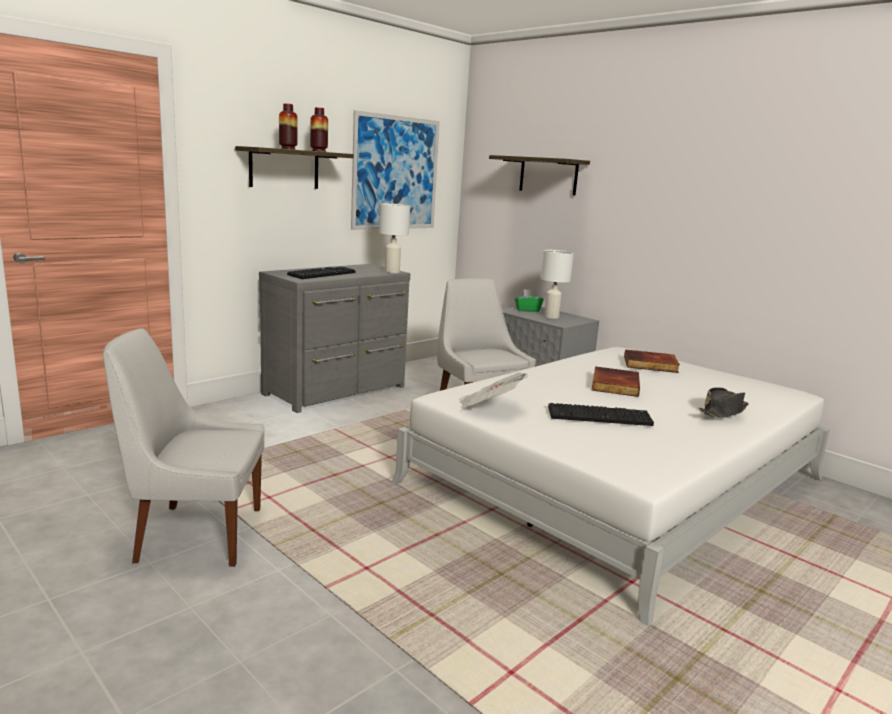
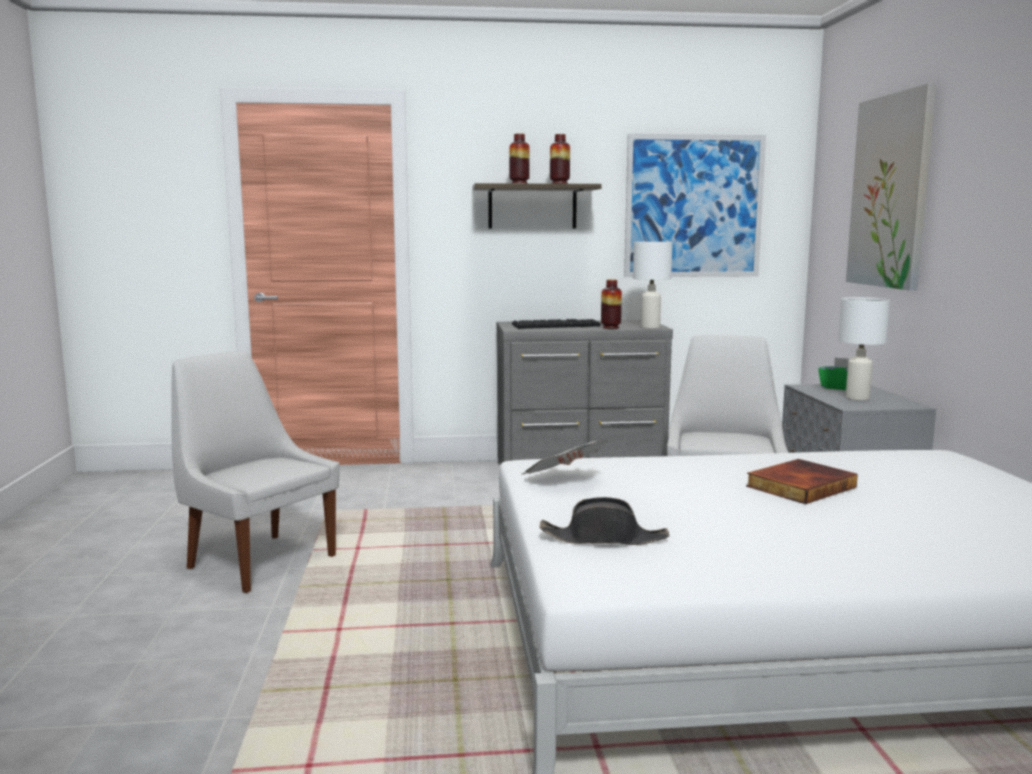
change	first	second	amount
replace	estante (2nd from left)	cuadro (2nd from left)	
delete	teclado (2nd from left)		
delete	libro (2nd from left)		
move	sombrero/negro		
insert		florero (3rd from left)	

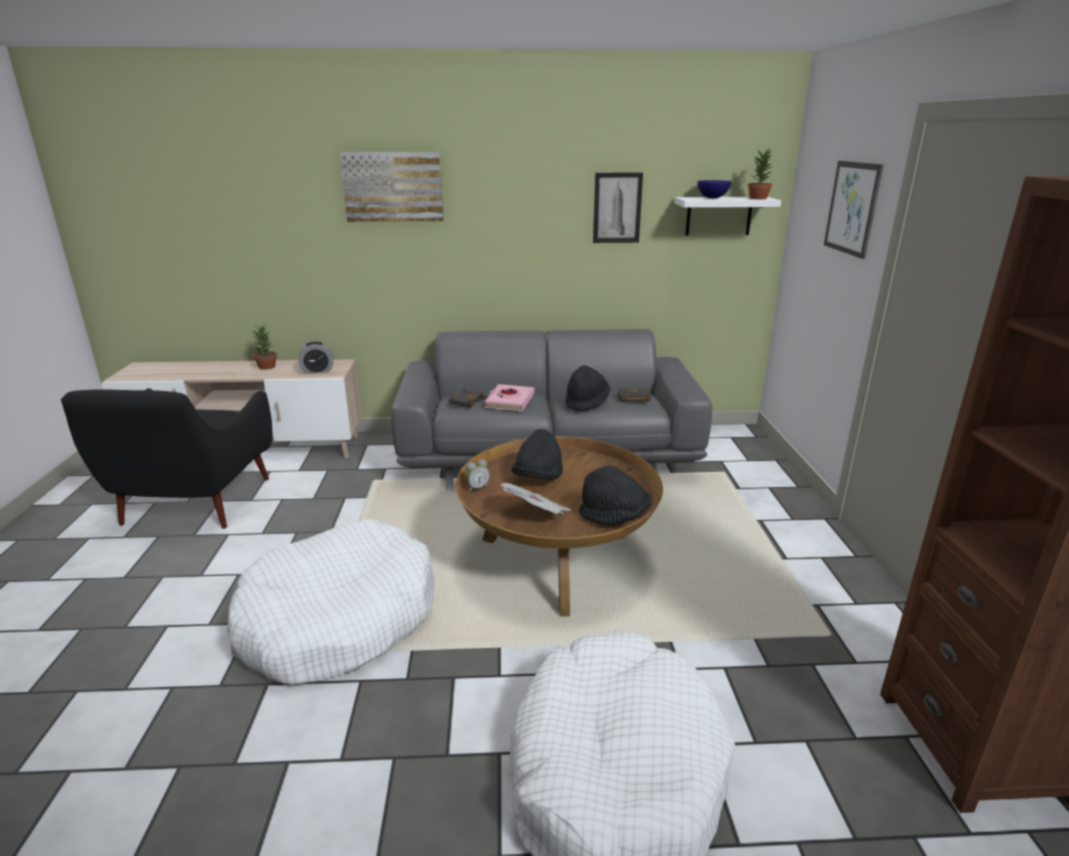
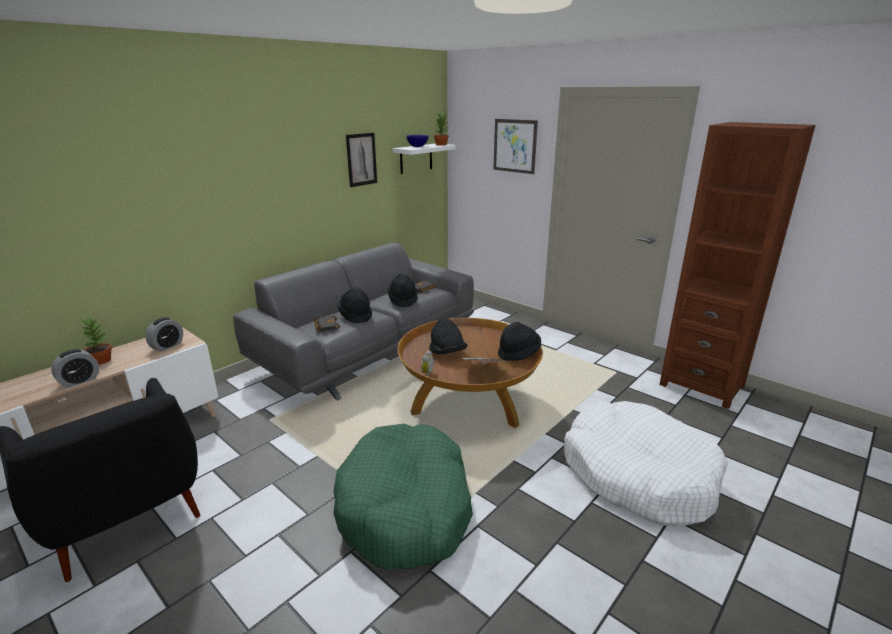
change	first	second	amount
recolor	cama para perro/blanco (1st from left)	cama para perro/verde	
delete	cuadro (1st from left)		
replace	libro/rosa	sombrero/negro (1st from left)	
insert		despertador (1st from left)	

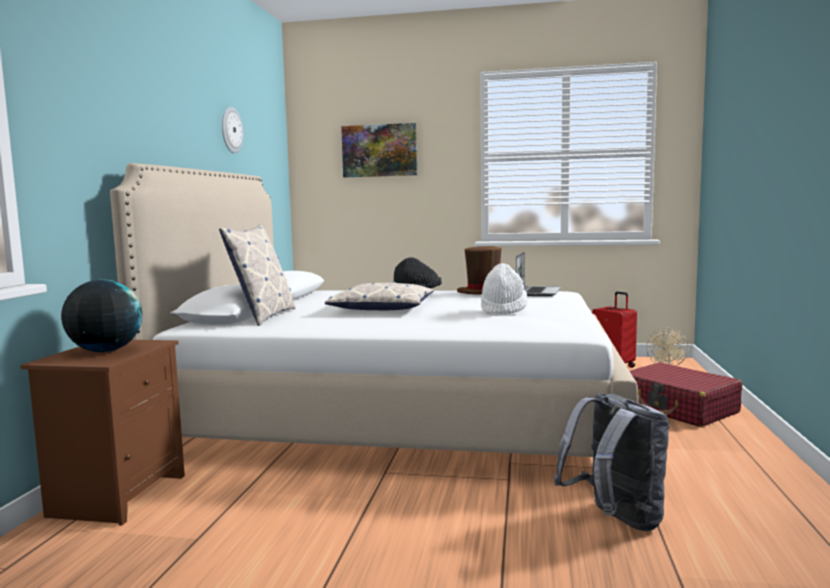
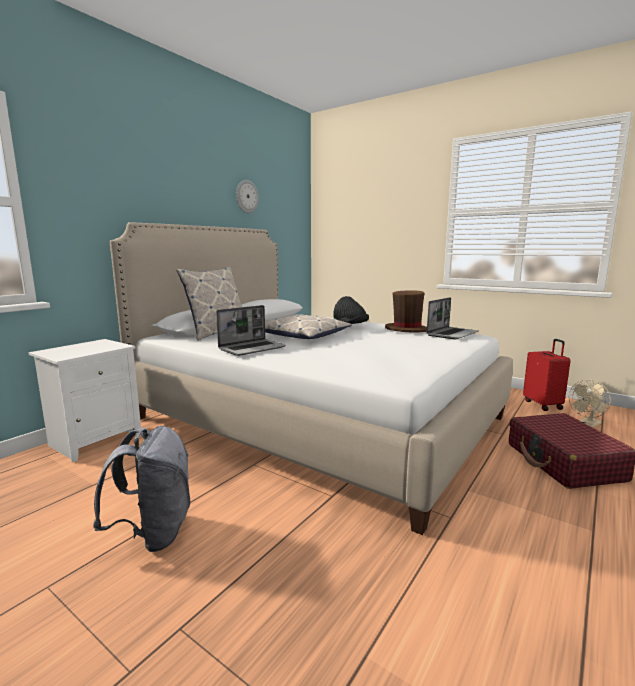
change	first	second	amount
recolor	mesita de noche/marrón	mesita de noche/blanco	
delete	globo terráqueo		
delete	cuadro		
delete	sombrero/blanco		
move	mochila/gris		
insert		portátil (1st from left)	

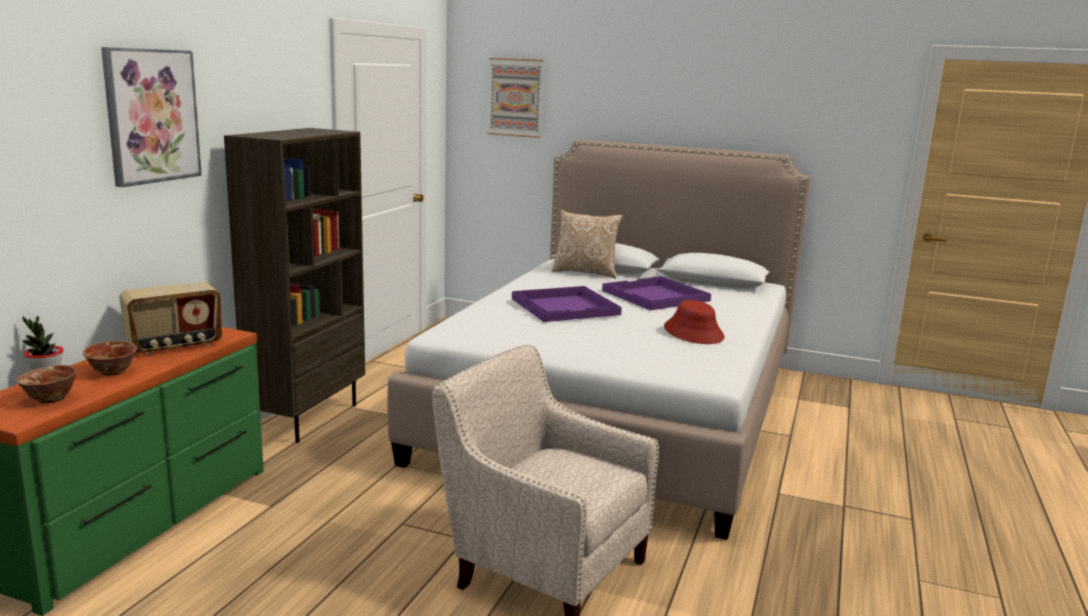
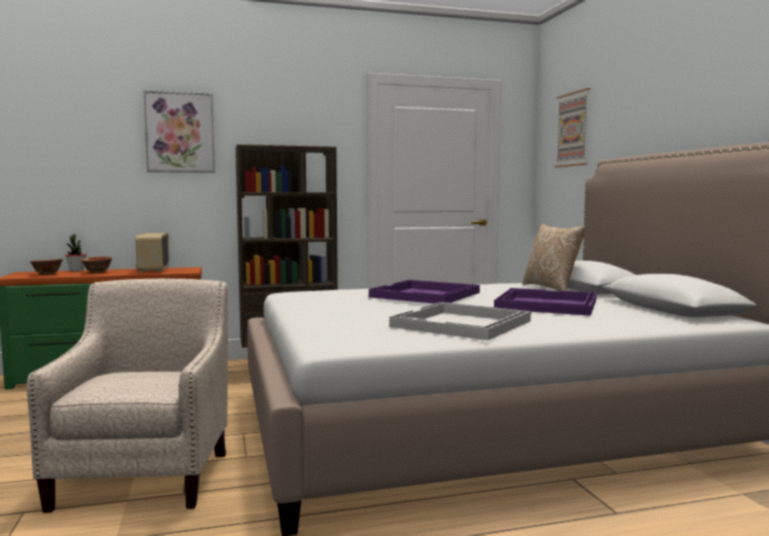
change	first	second	amount
rotate	radio		60 degrees clockwise
replace	sombrero/rojo	bandeja/blanco	

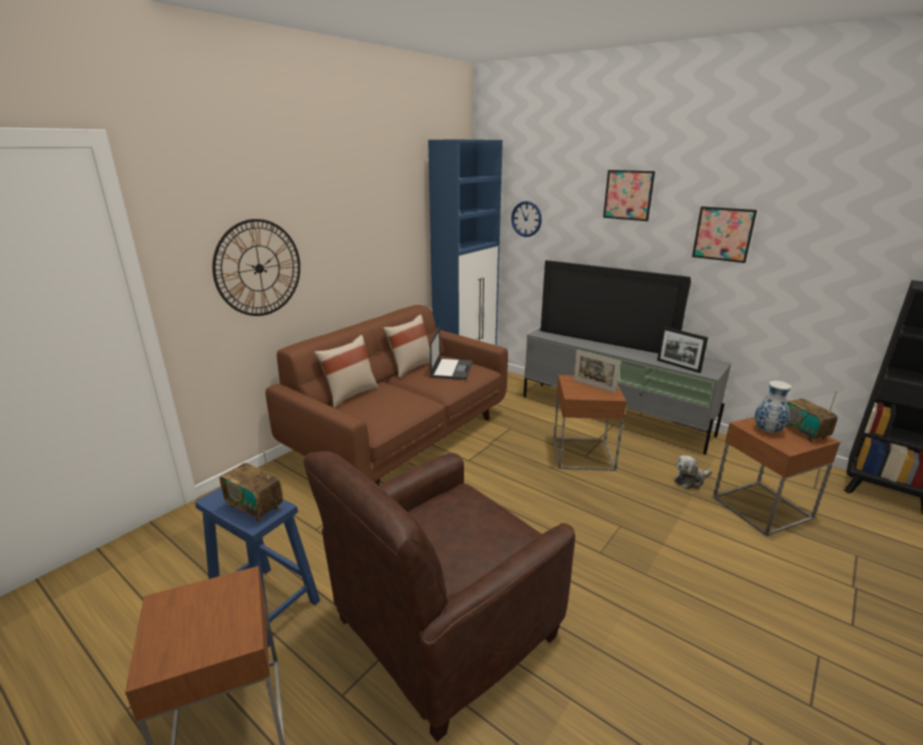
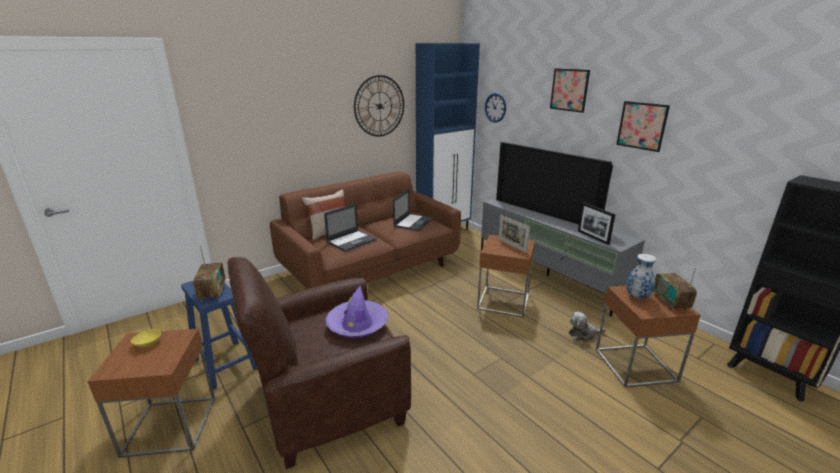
change	first	second	amount
move	reloj de pared (1st from left)		
rotate	radio (1st from left)		150 degrees counterclockwise
delete	cojín/beis (2nd from left)		
insert		cuenco/amarillo	
insert		portátil (1st from left)	
insert		sombrero/morado	

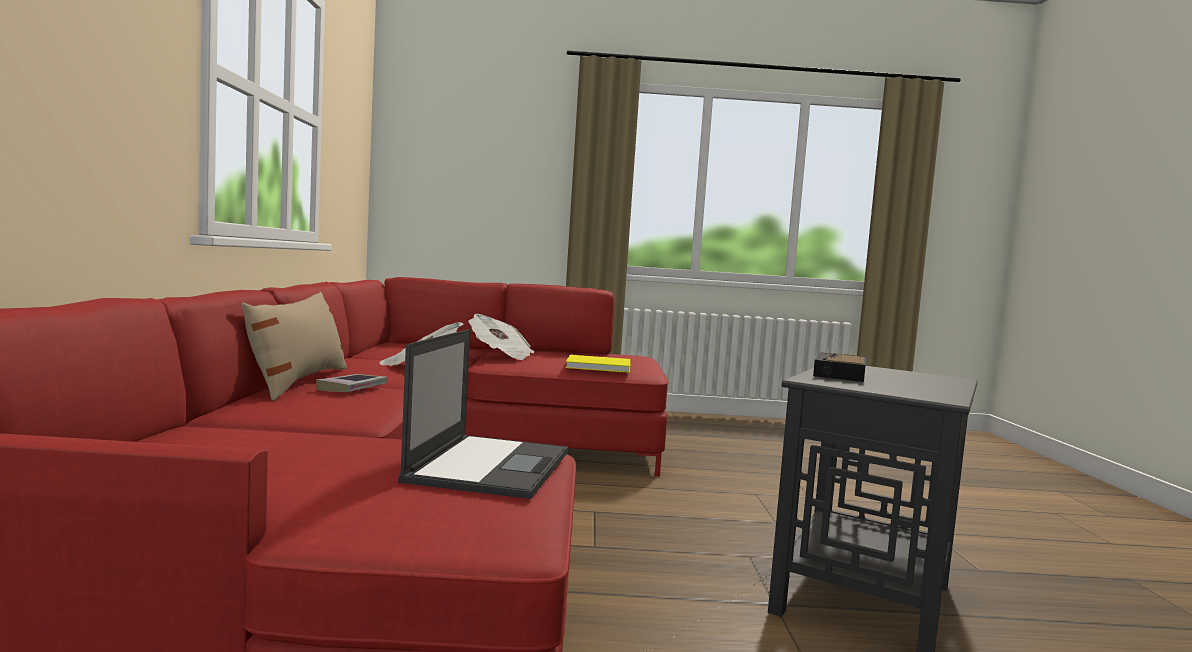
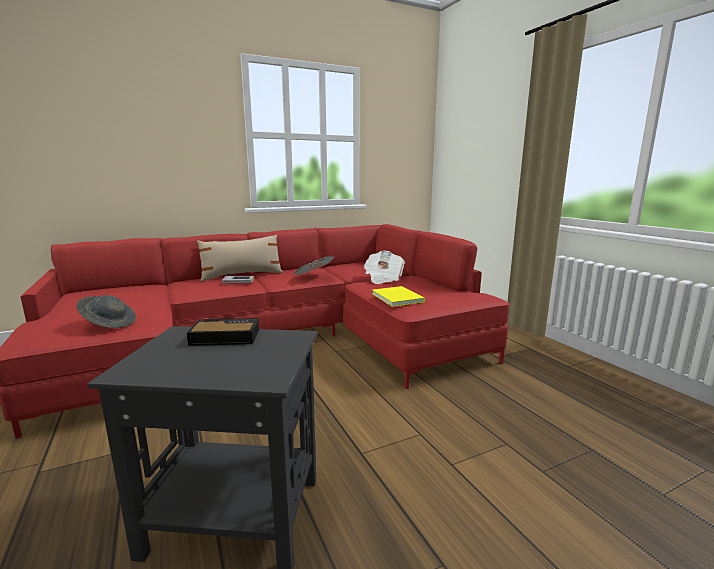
change	first	second	amount
replace	portátil	sombrero/gris	

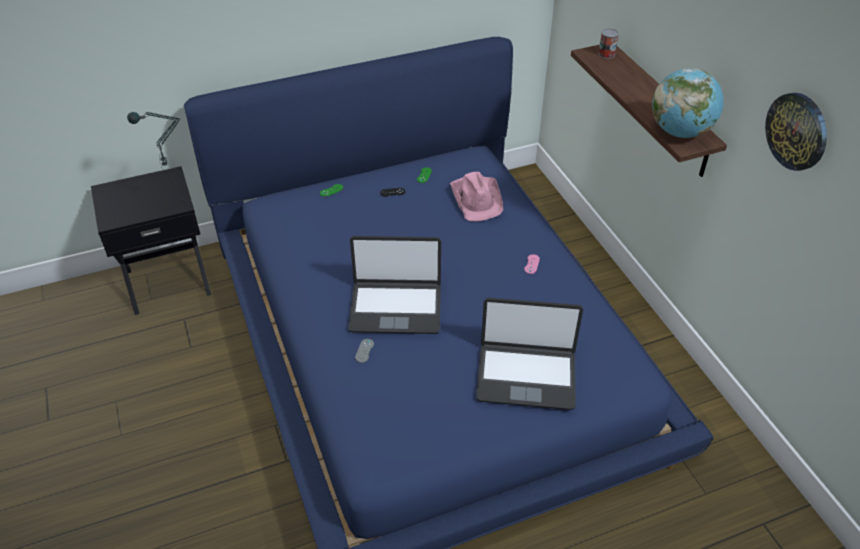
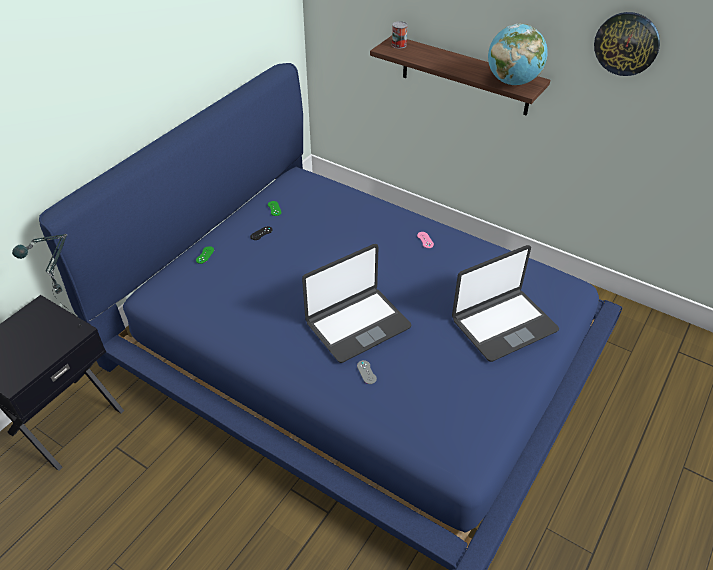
change	first	second	amount
delete	sombrero/rosa		

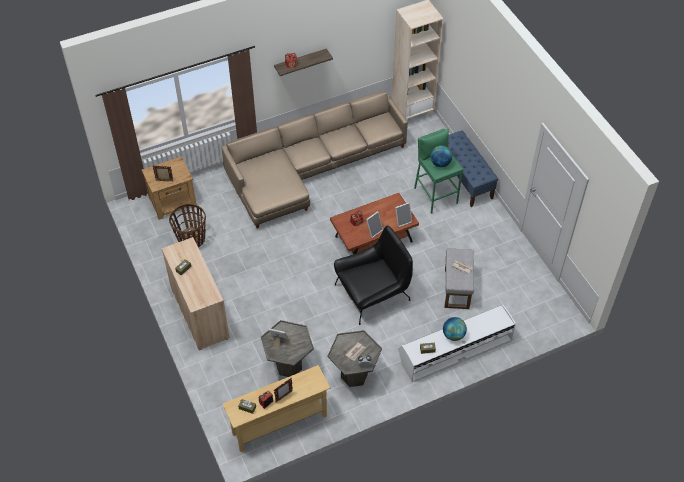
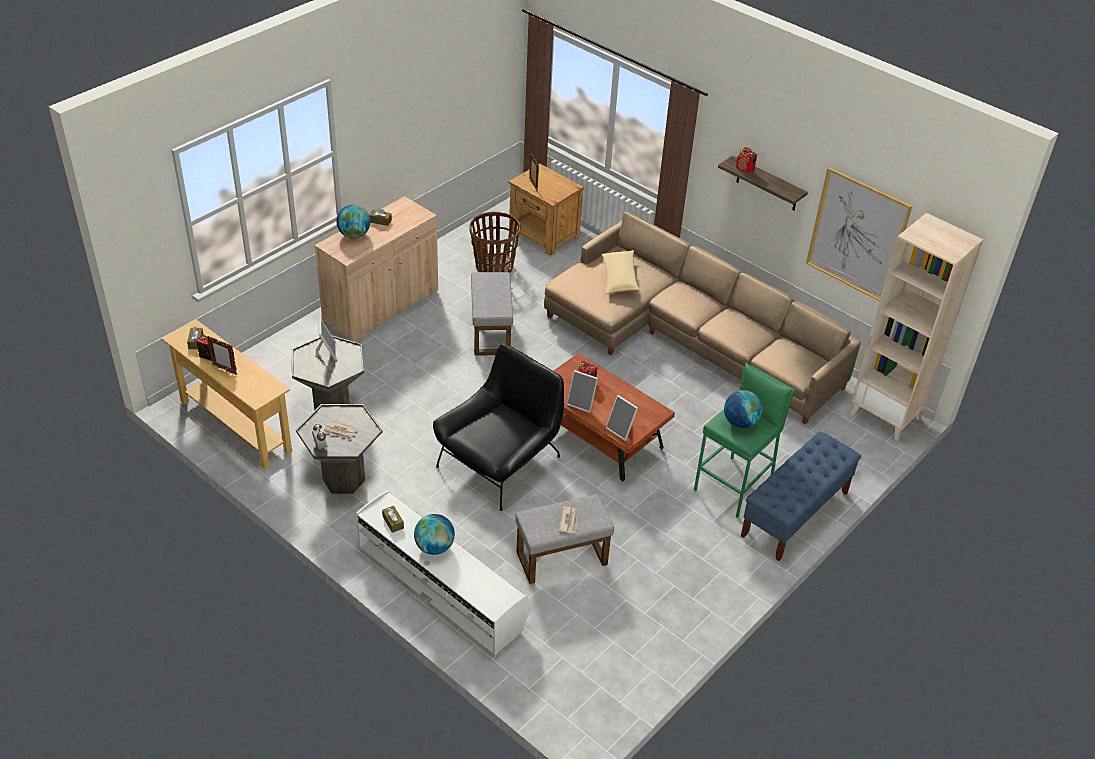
change	first	second	amount
rotate	sillón/negro		90 degrees counterclockwise
insert		globo terráqueo (1st from left)	
insert		puf/gris (1st from left)	
insert		cojín/beis	
insert		cuadro	

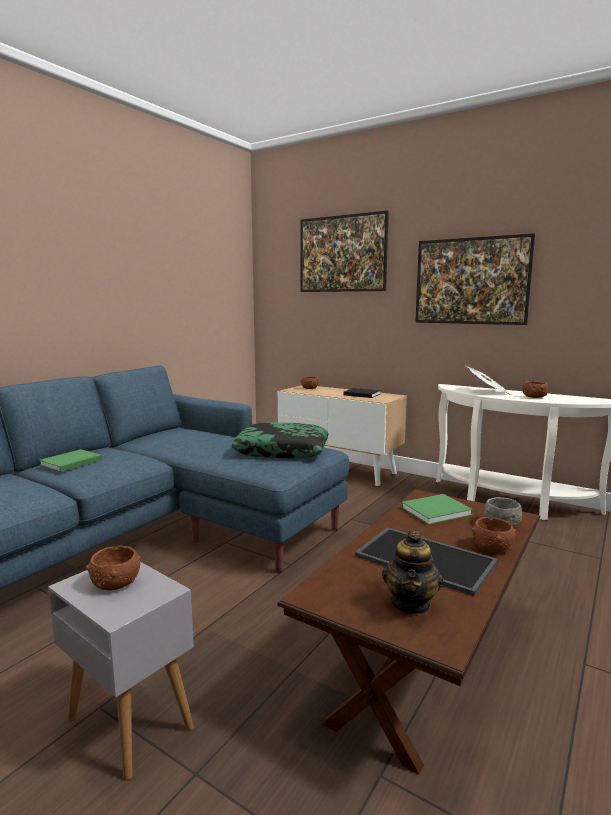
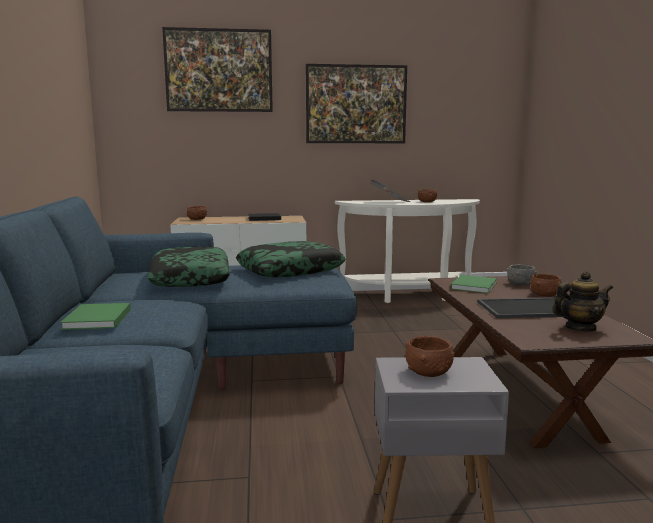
change	first	second	amount
rotate	tetera		75 degrees counterclockwise
insert		cojín (1st from left)	

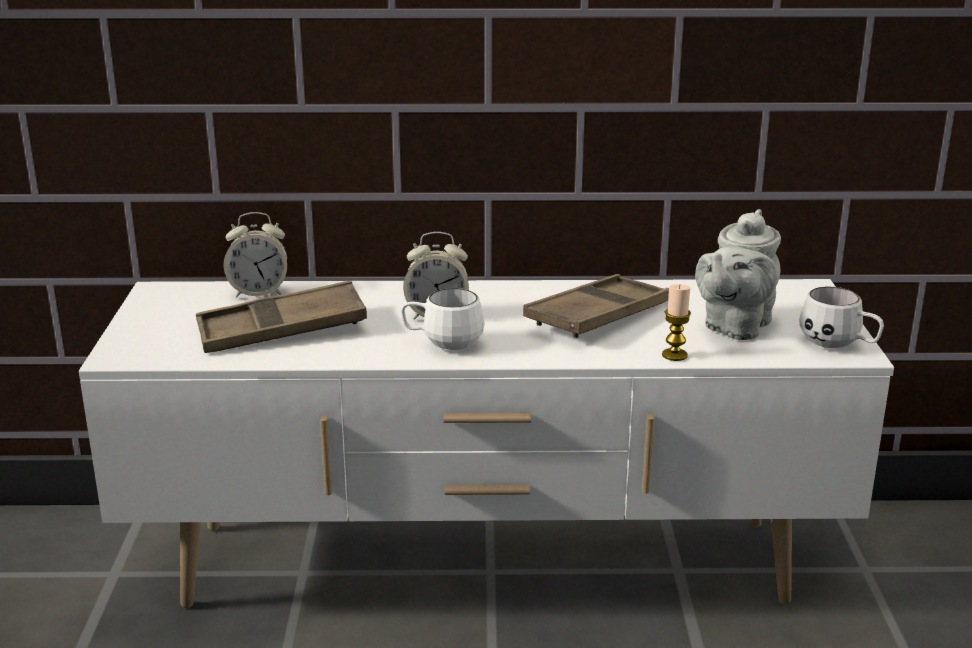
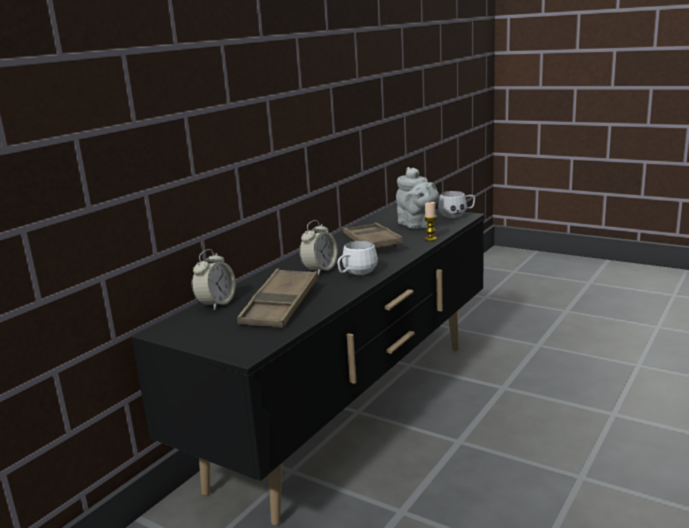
change	first	second	amount
recolor	mueble de televisión/blanco	mueble de televisión/negro	

